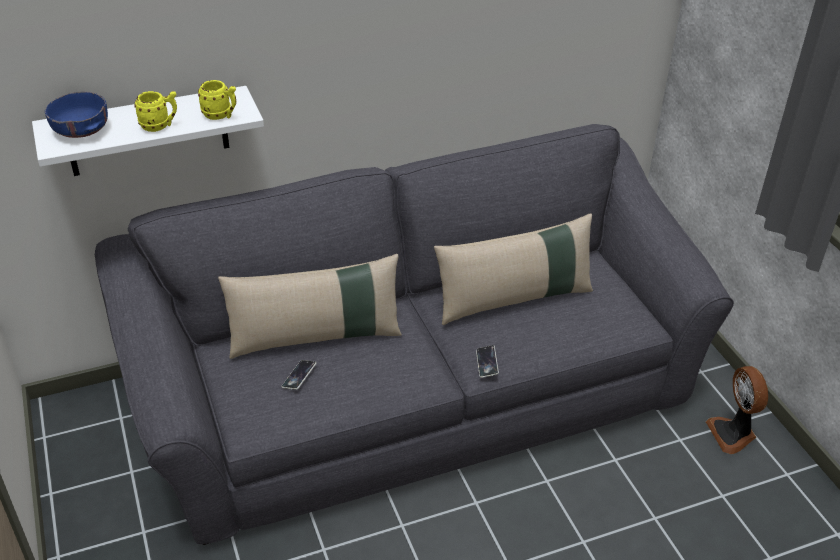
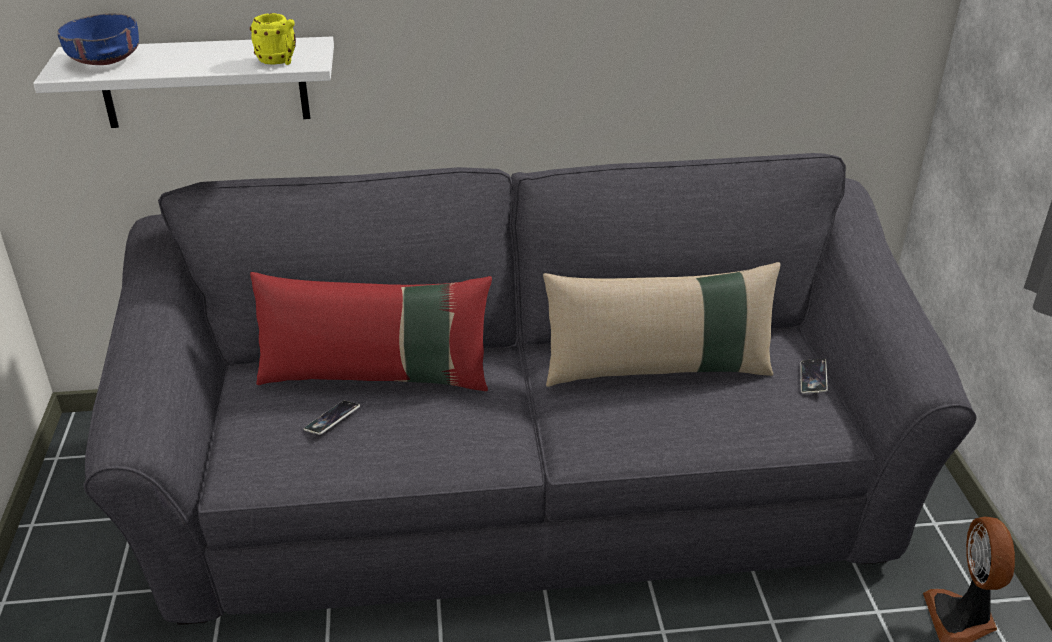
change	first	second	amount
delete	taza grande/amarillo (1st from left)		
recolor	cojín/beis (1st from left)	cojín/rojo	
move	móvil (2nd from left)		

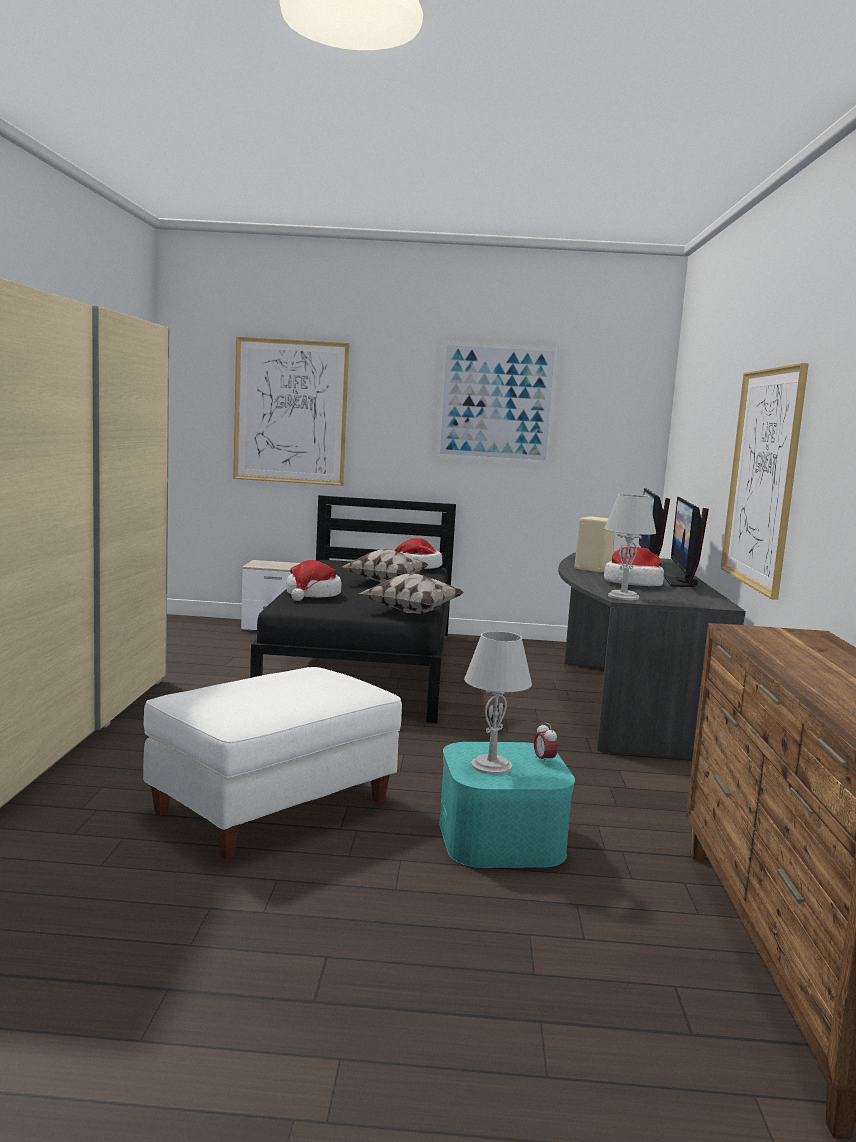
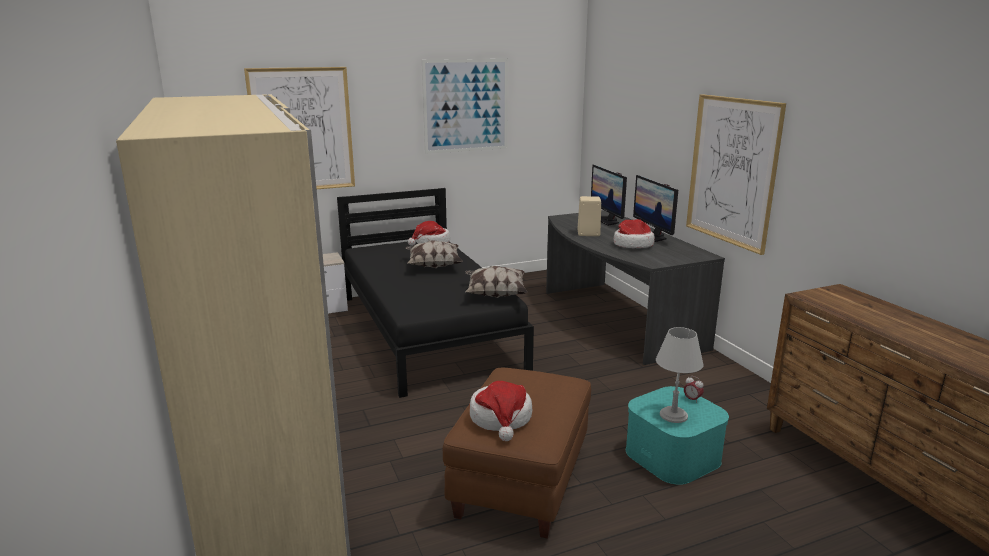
change	first	second	amount
recolor	puf/blanco	puf/marrón	
move	sombrero (1st from left in the first image)	sombrero (2nd from left)	
delete	lámpara de mesa/gris (2nd from left)		

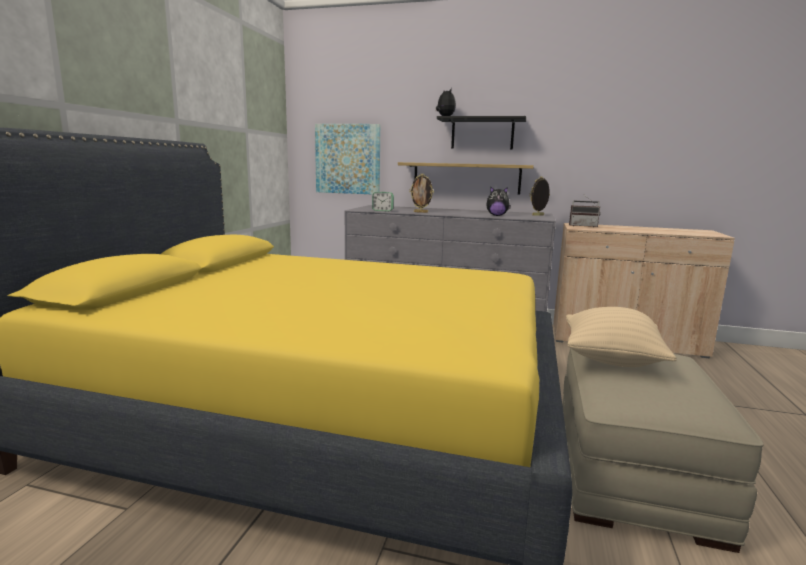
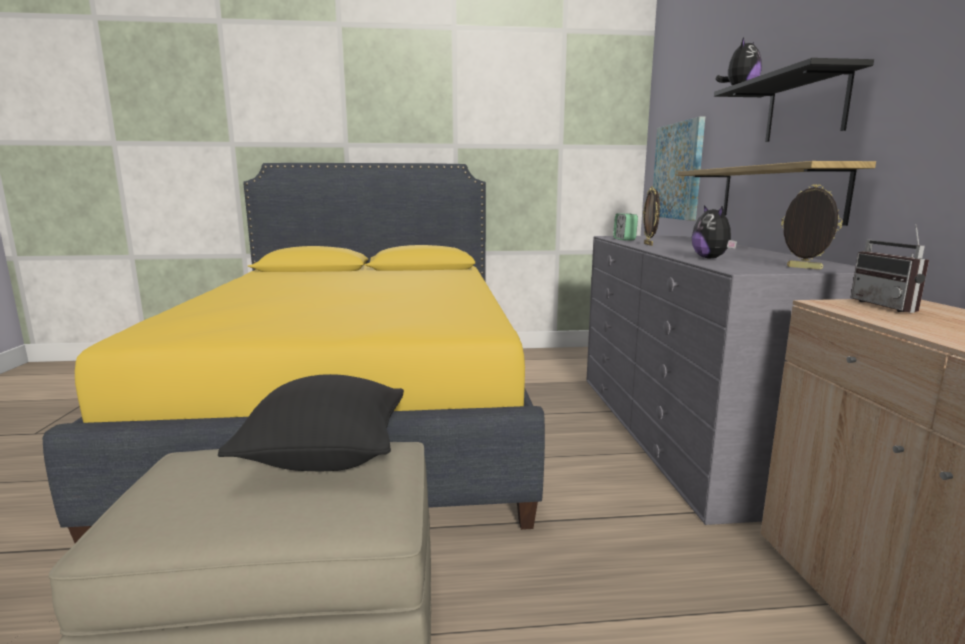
change	first	second	amount
recolor	cojín/beis	cojín/negro	

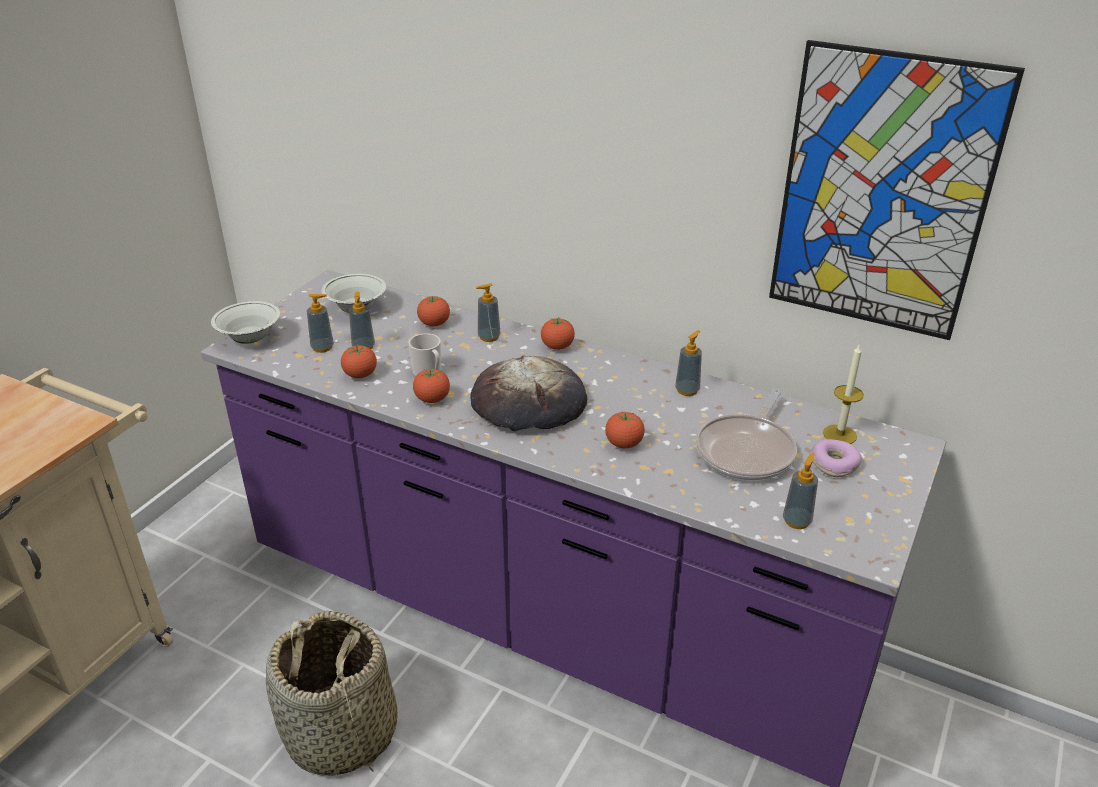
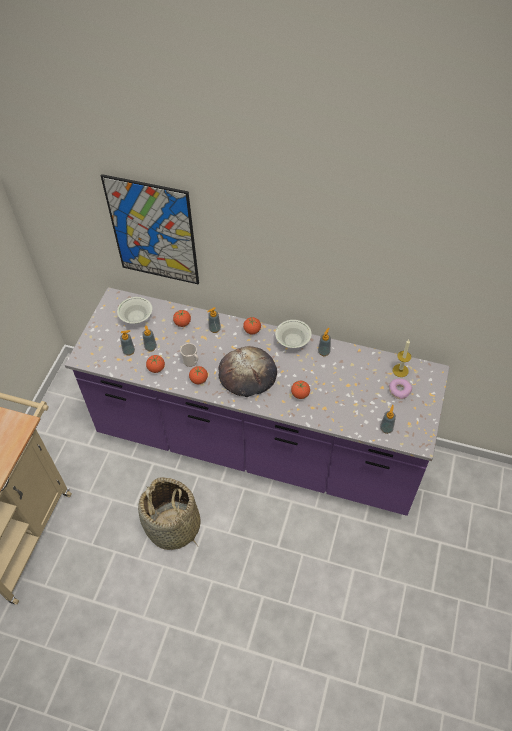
change	first	second	amount
move	cuenco/blanco (1st from left in the first image)	cuenco/blanco (2nd from left)	
delete	sartén		
move	cuadro		

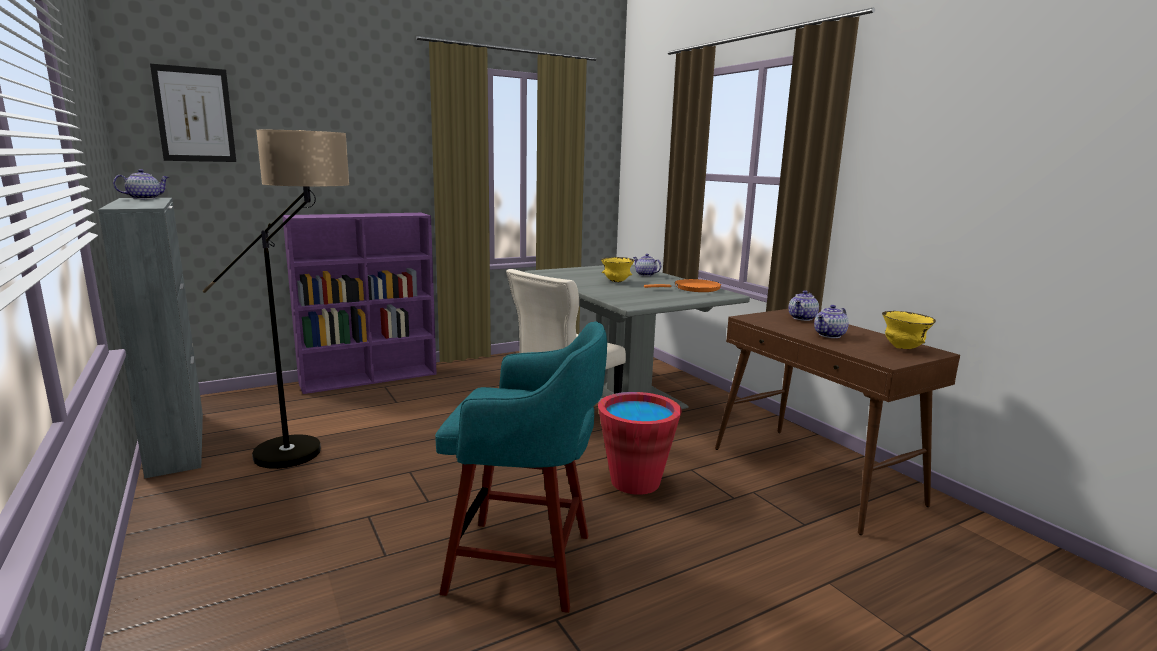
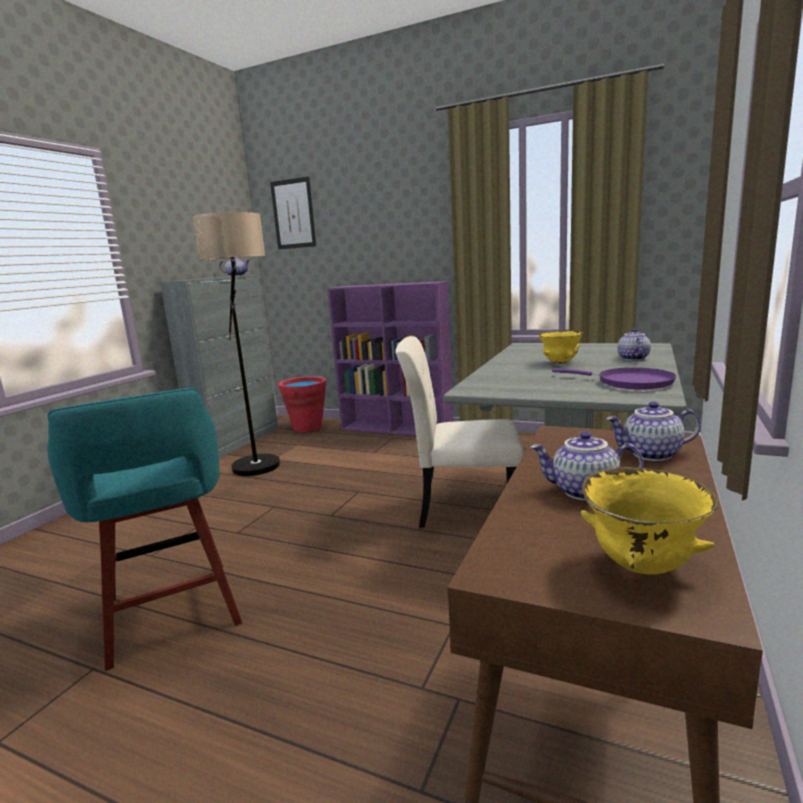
change	first	second	amount
move	cubo/rojo		
recolor	sartén/naranja	sartén/morado	

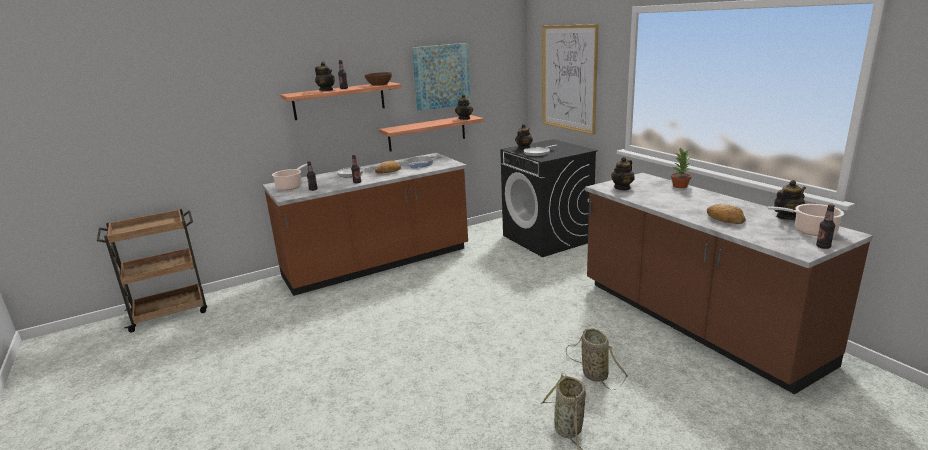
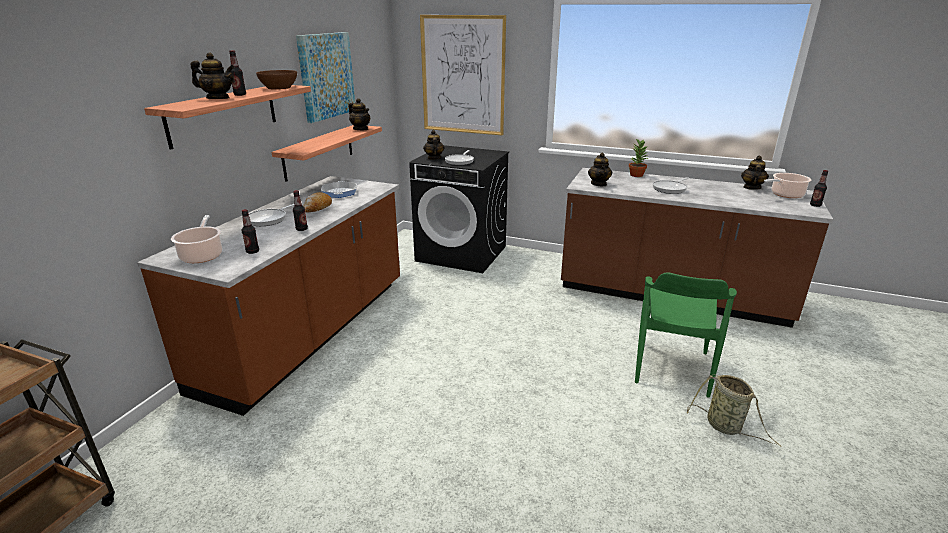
change	first	second	amount
replace	cesta (2nd from left)	silla/verde	
delete	pan (2nd from left)		
insert		sartén (4th from left)	

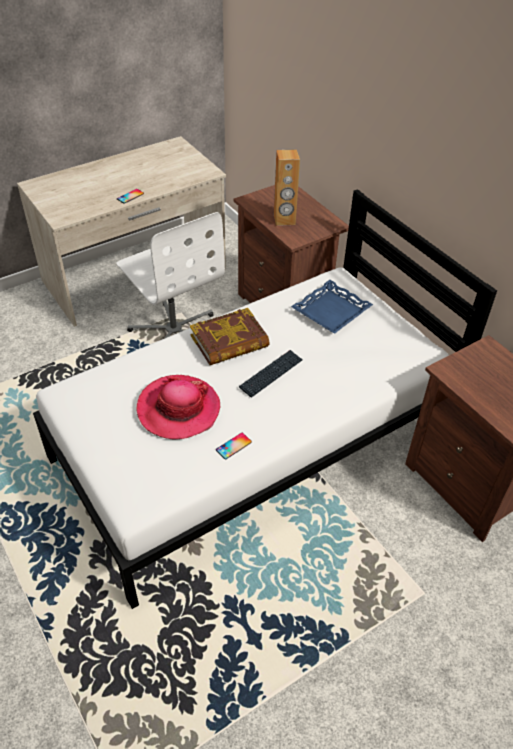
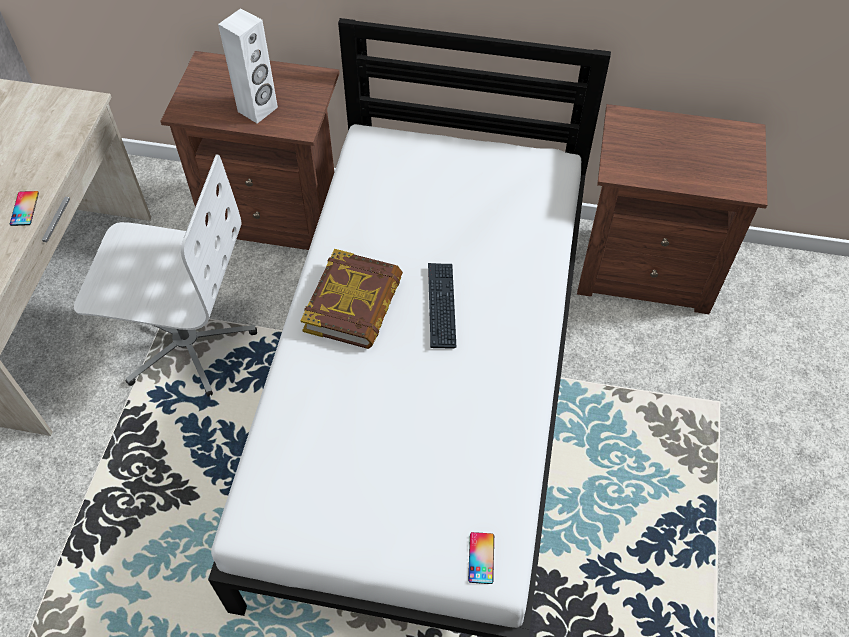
change	first	second	amount
delete	sombrero		
move	móvil (2nd from left)		
recolor	altavoz/marrón	altavoz/blanco	
delete	bandeja/azul		

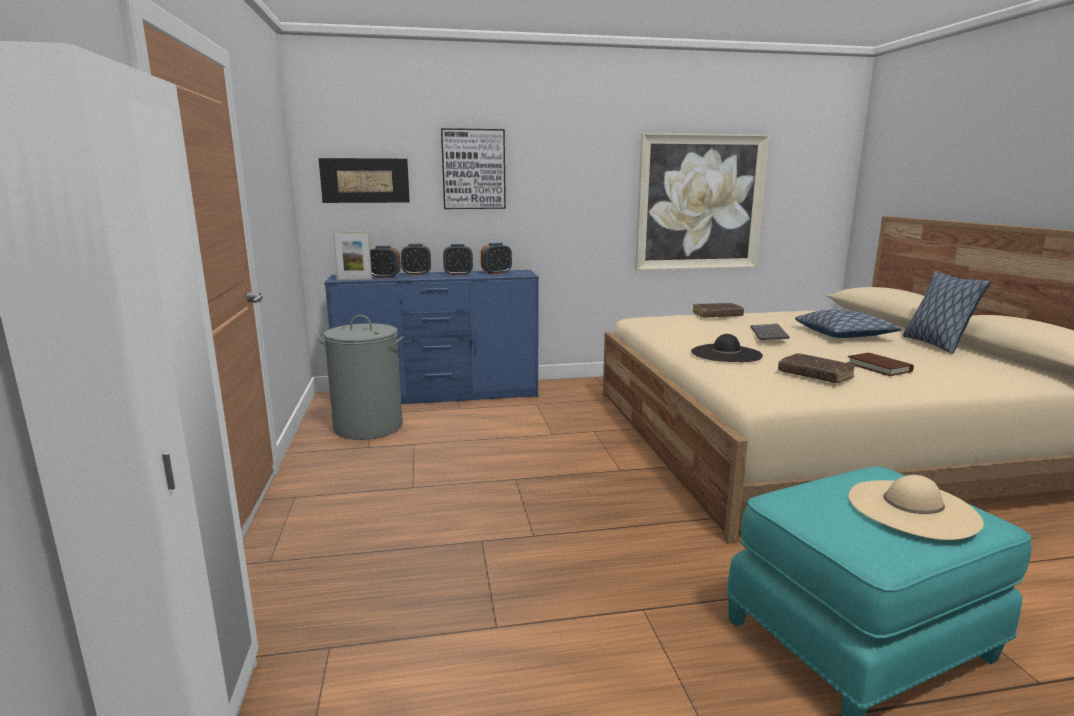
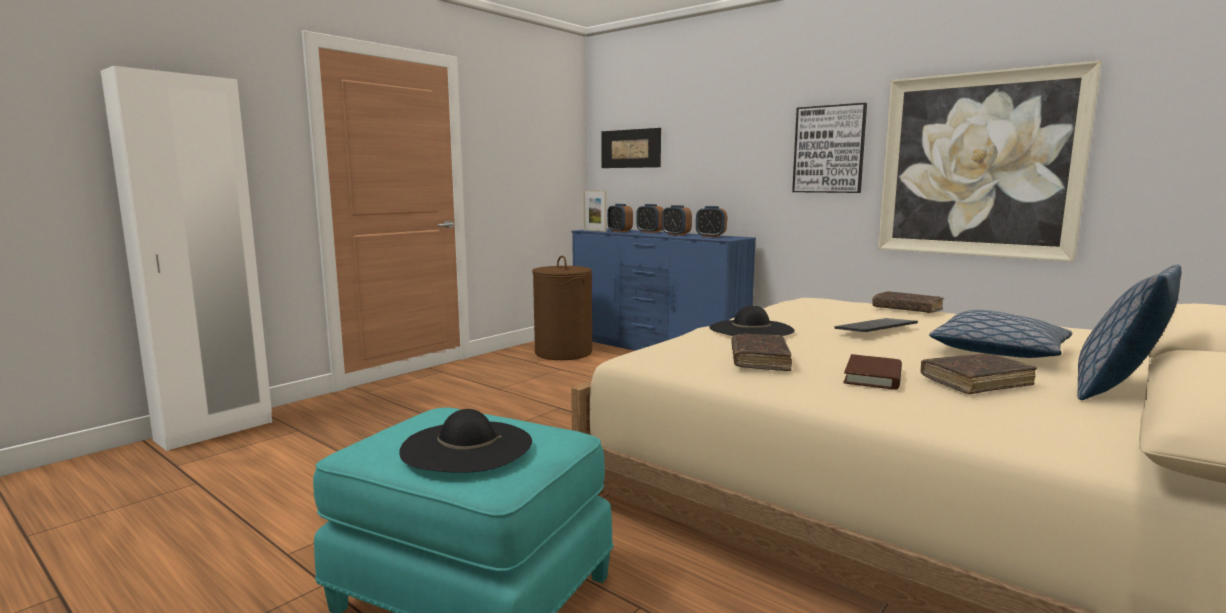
change	first	second	amount
recolor	cesto de la ropa/gris	cesto de la ropa/marrón	
move	cuadro (2nd from left)		
recolor	sombrero/beis	sombrero/negro (1st from left)	
insert		libro/marrón (4th from left)	

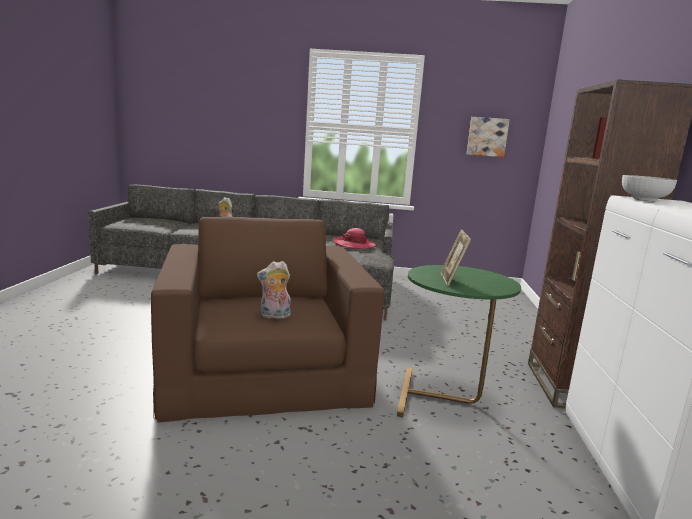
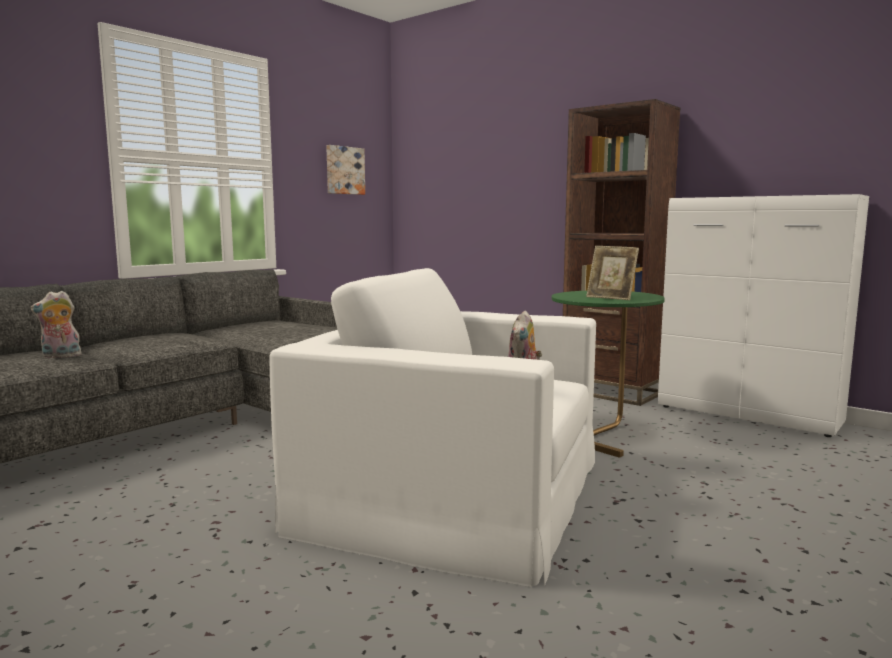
change	first	second	amount
recolor	sillón/marrón	sillón/blanco	
delete	sombrero		
delete	cuenco		

